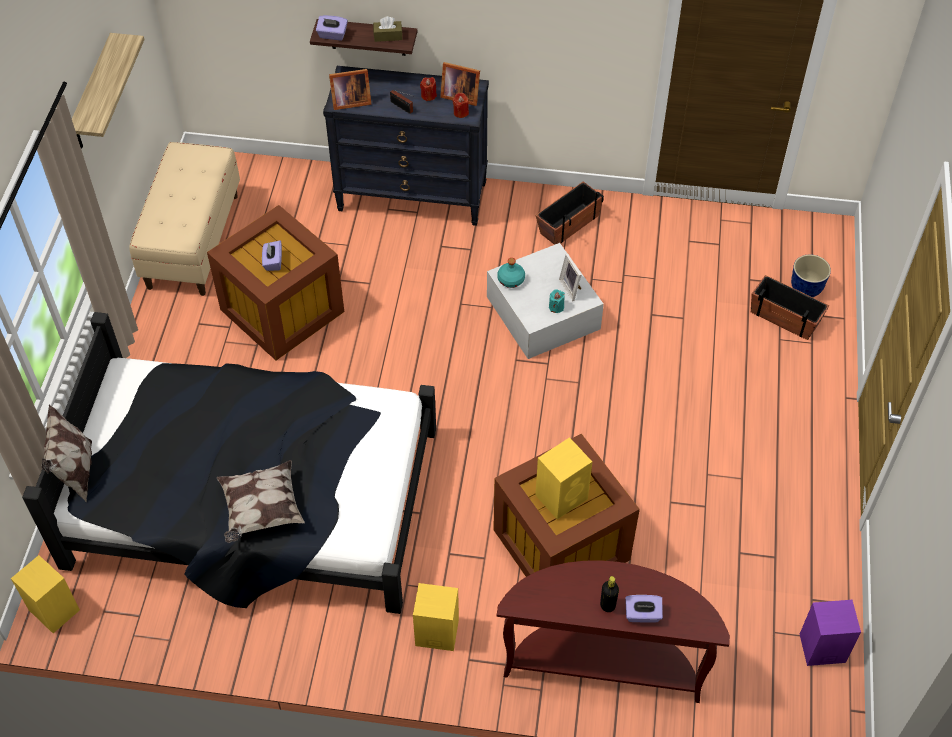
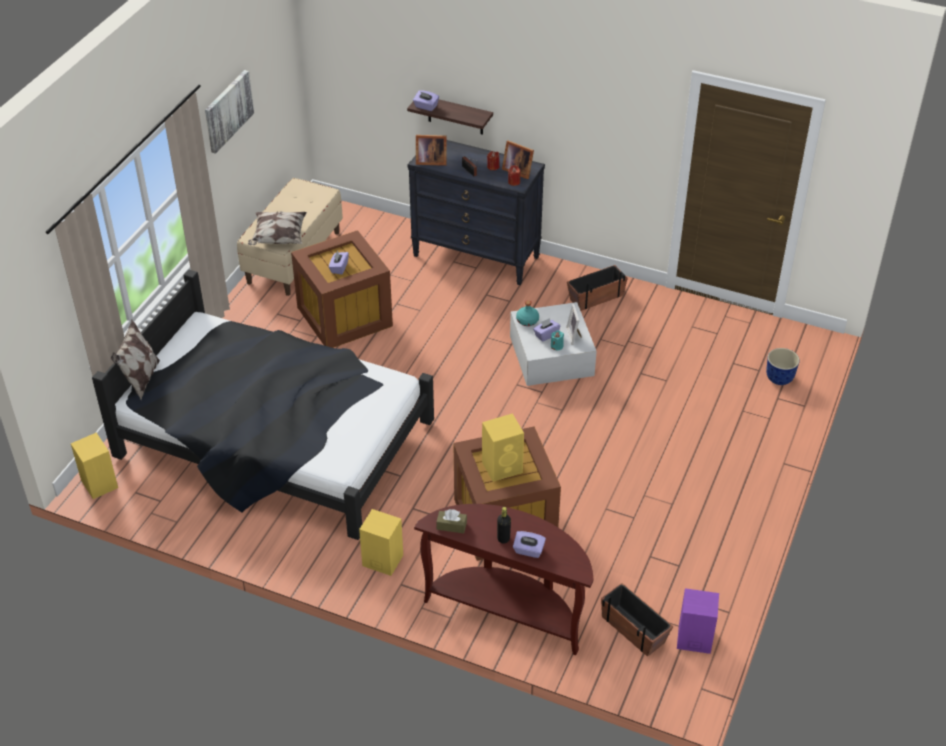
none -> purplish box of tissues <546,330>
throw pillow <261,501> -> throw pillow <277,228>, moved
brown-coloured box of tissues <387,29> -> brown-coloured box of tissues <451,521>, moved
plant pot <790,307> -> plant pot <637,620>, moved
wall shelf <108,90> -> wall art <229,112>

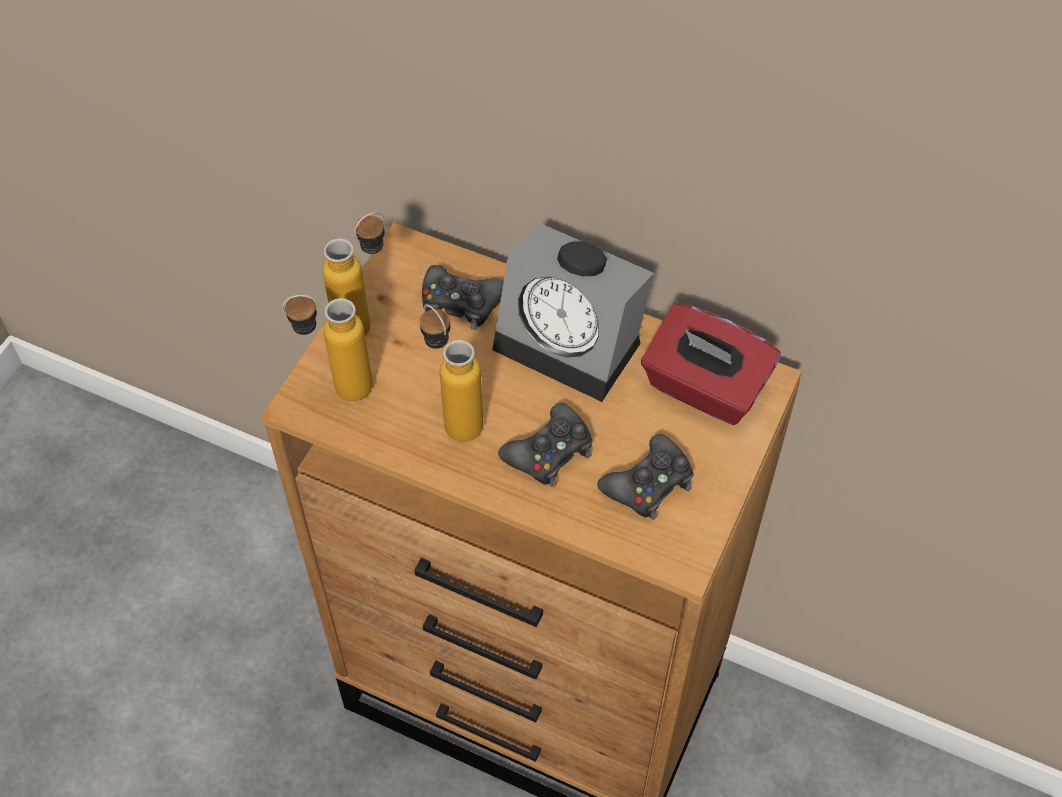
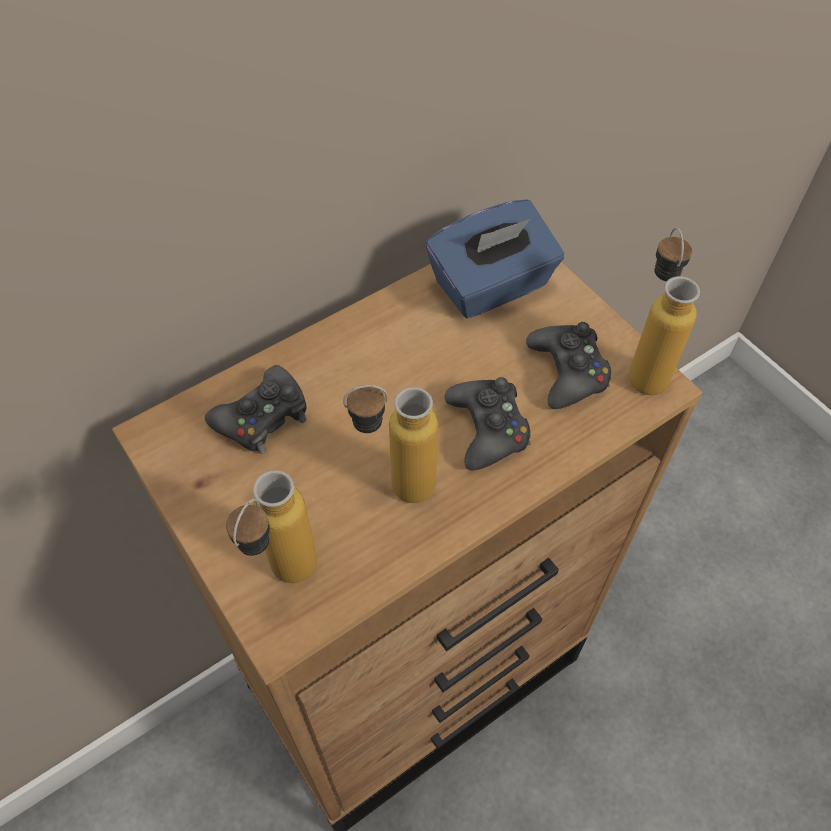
table clock <573,312> -> none
drink bottle <354,274> -> drink bottle <664,311>, moved
red-coloured box of tissues <711,364> -> bluish box of tissues <495,259>

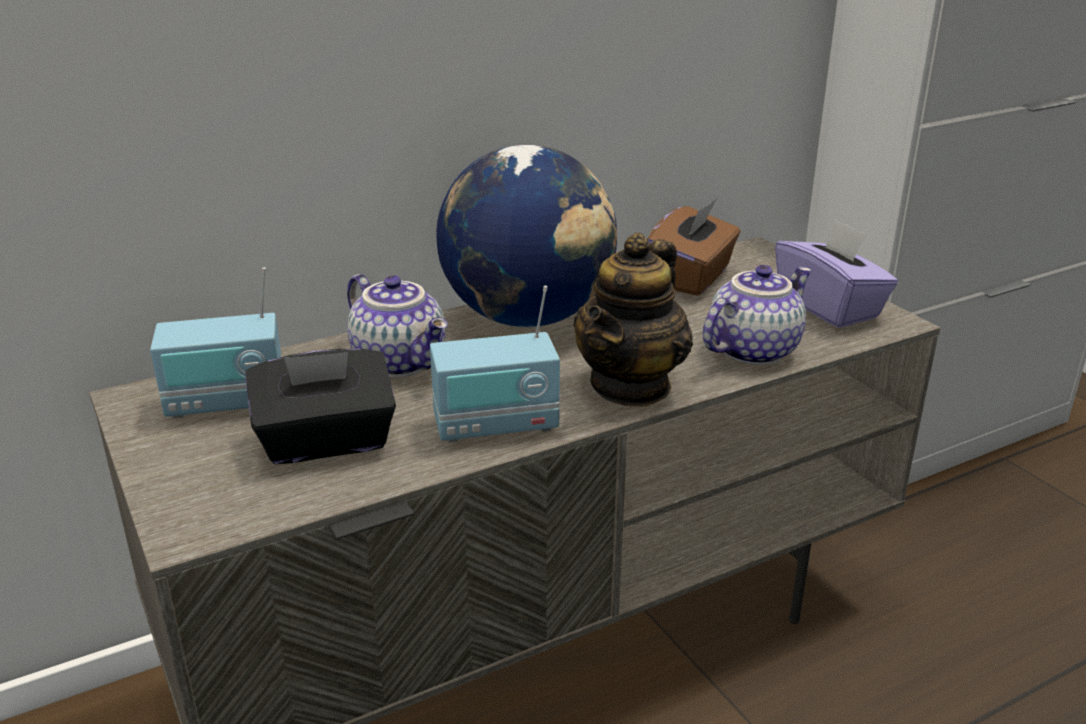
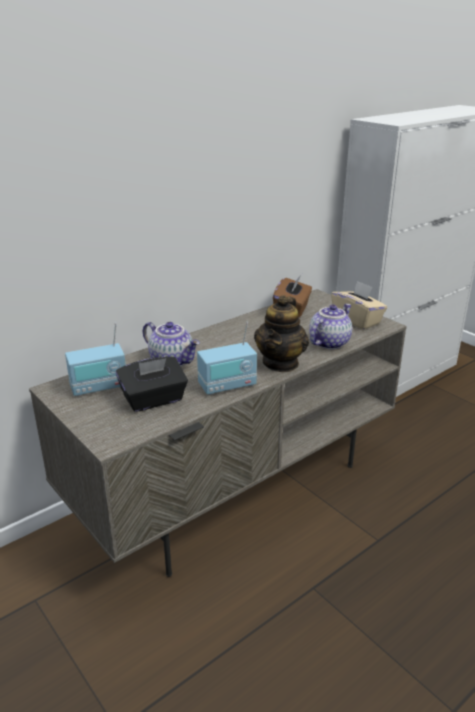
desk globe <526,236> -> none
purplish box of tissues <836,273> -> beige-coloured box of tissues <359,305>

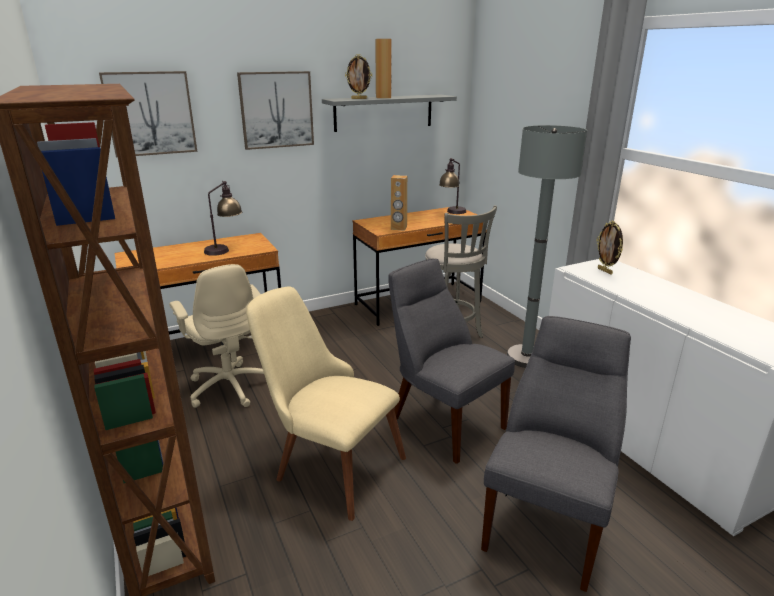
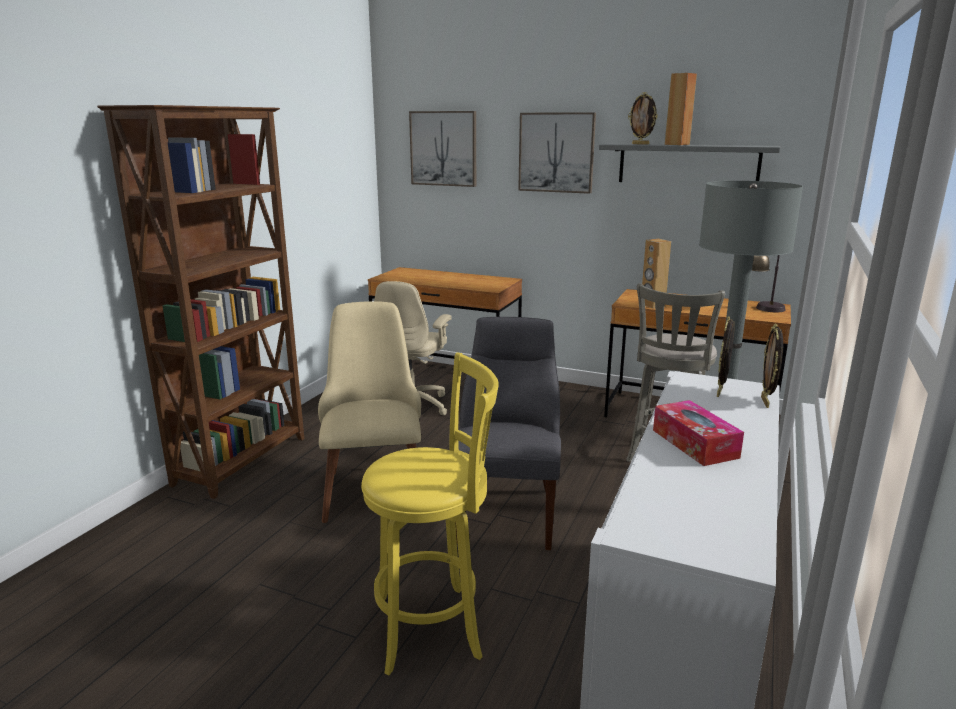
tabletop lamp <223,218> -> none
none -> box of tissues <698,433>
none -> photo frame <772,365>
grey upright chair <556,454> -> yellowish stool <430,514>

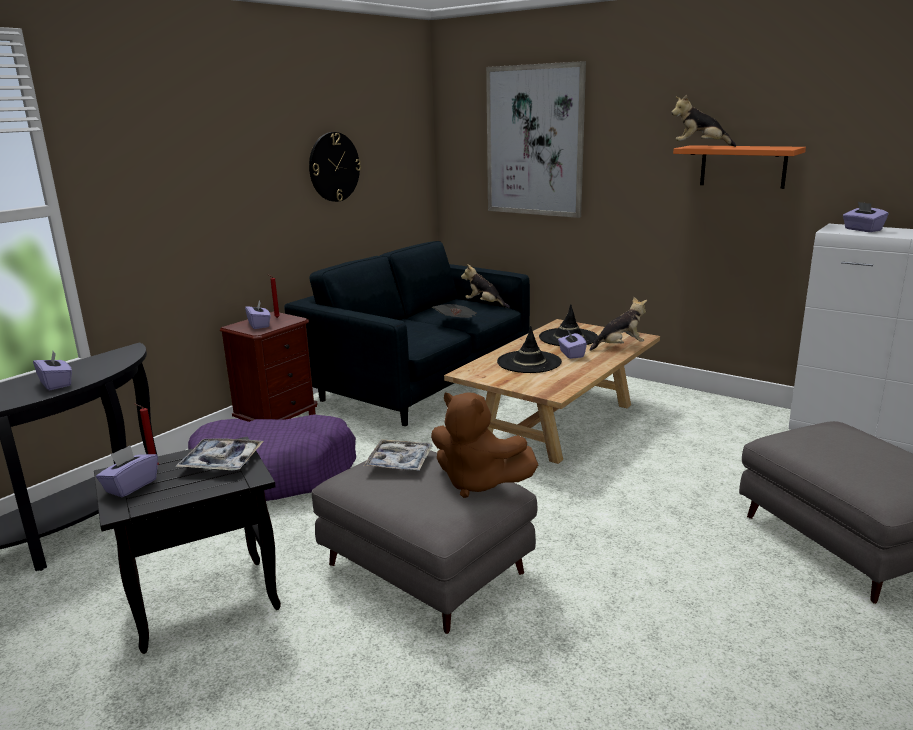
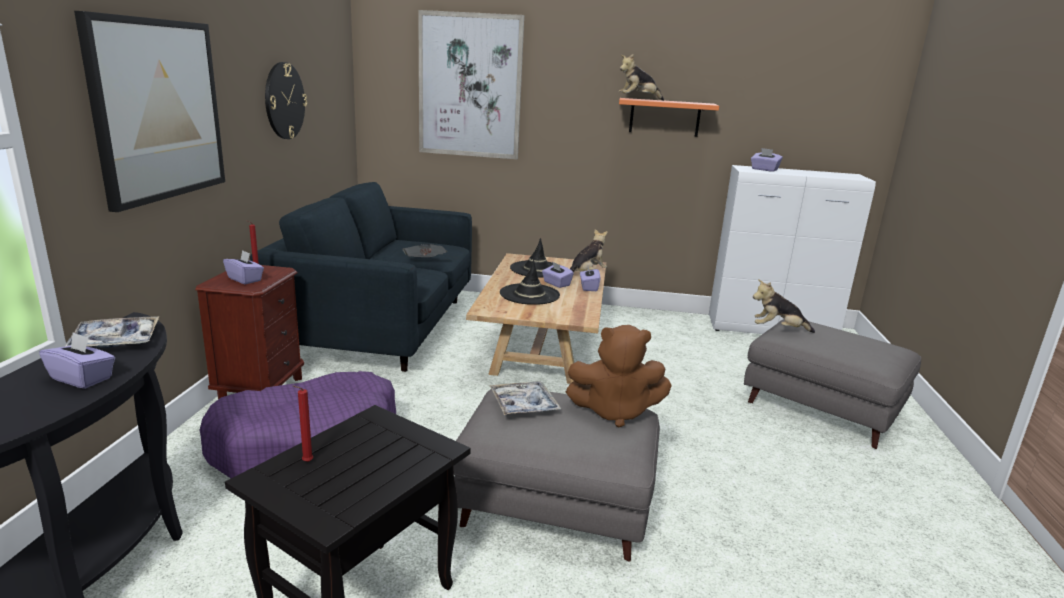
none -> wall art <149,111>
purplish box of tissues <127,471> -> purplish box of tissues <590,279>, moved
serving tray <219,454> -> serving tray <112,332>, moved
plush toy <485,286> -> plush toy <784,306>, moved

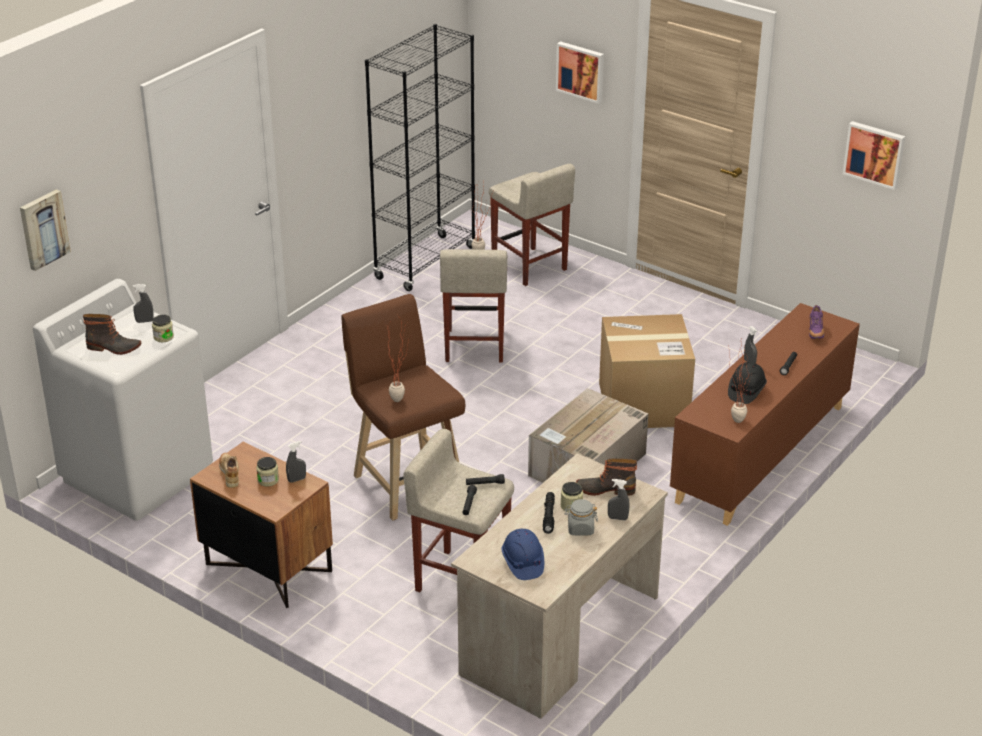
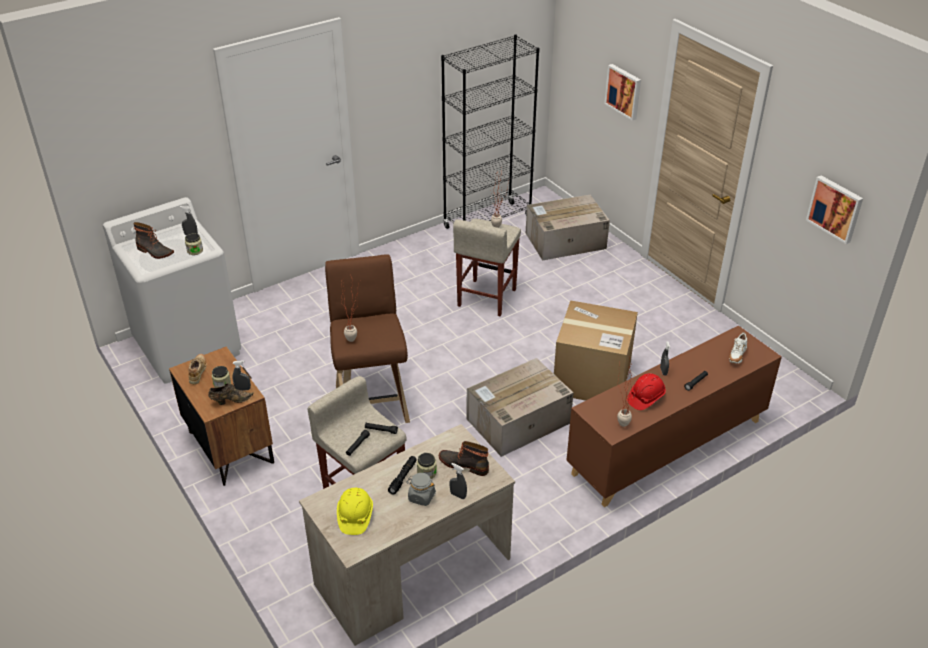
wall art <45,230> -> none
none -> brown-coloured item of footwear <231,394>
beige-coloured stool <532,225> -> packing box <568,227>
bluish hard hat <522,554> -> yellowish hard hat <355,511>
black hard hat <747,383> -> red-coloured hard hat <646,391>
purplish item of footwear <816,322> -> whitish item of footwear <738,348>

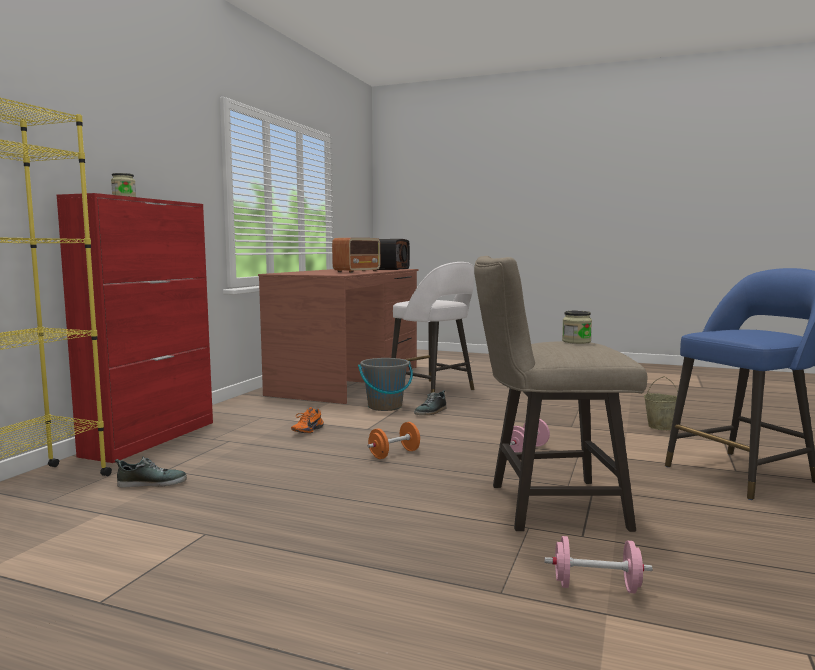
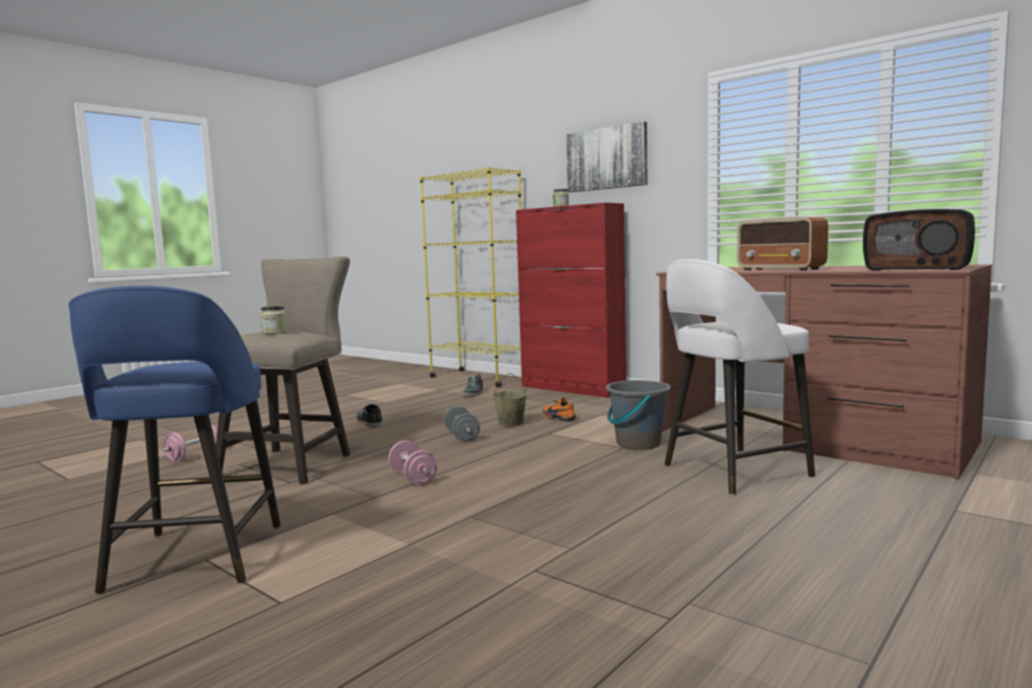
none -> wall art <606,156>
item of footwear <430,402> -> item of footwear <370,416>, moved
beige-coloured bucket <661,403> -> beige-coloured bucket <510,400>, moved
orange dumbbell <394,440> -> grey dumbbell <462,424>

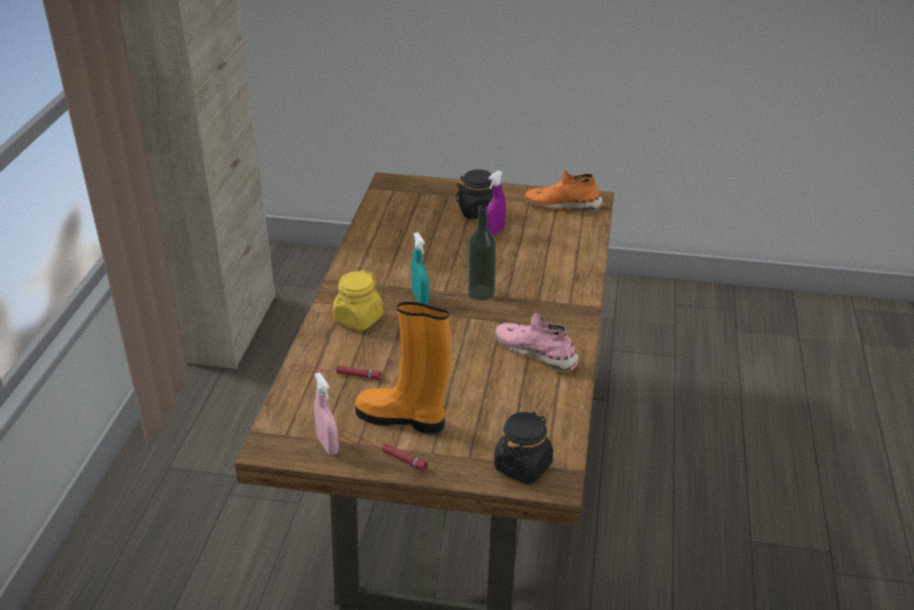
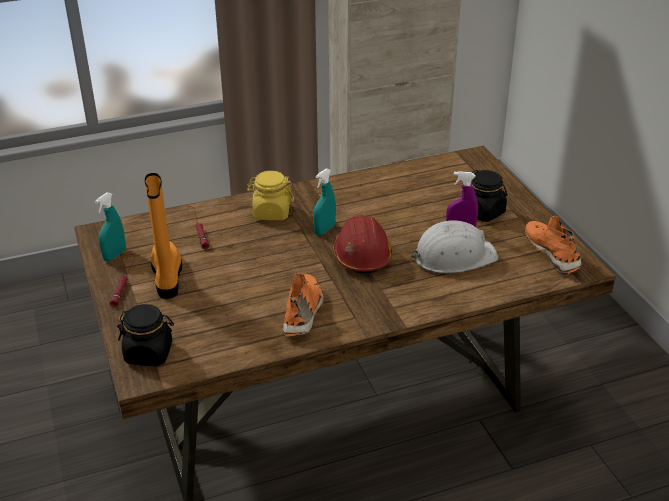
none -> whitish hard hat <455,246>
drink bottle <482,252> -> red-coloured hard hat <362,244>
pink sprayer <326,414> -> blue-green sprayer <110,226>
pink item of footwear <537,342> -> orange item of footwear <303,304>

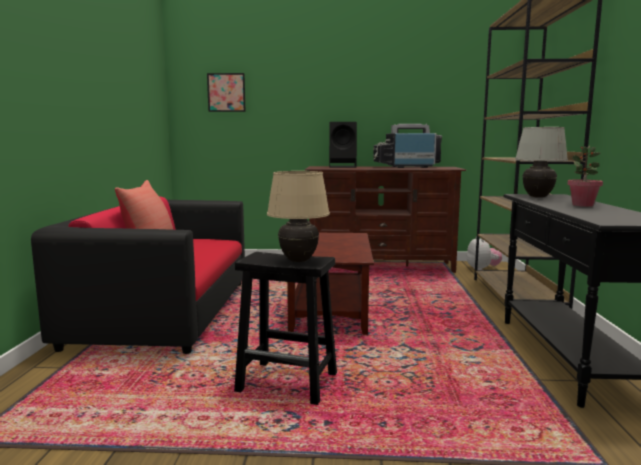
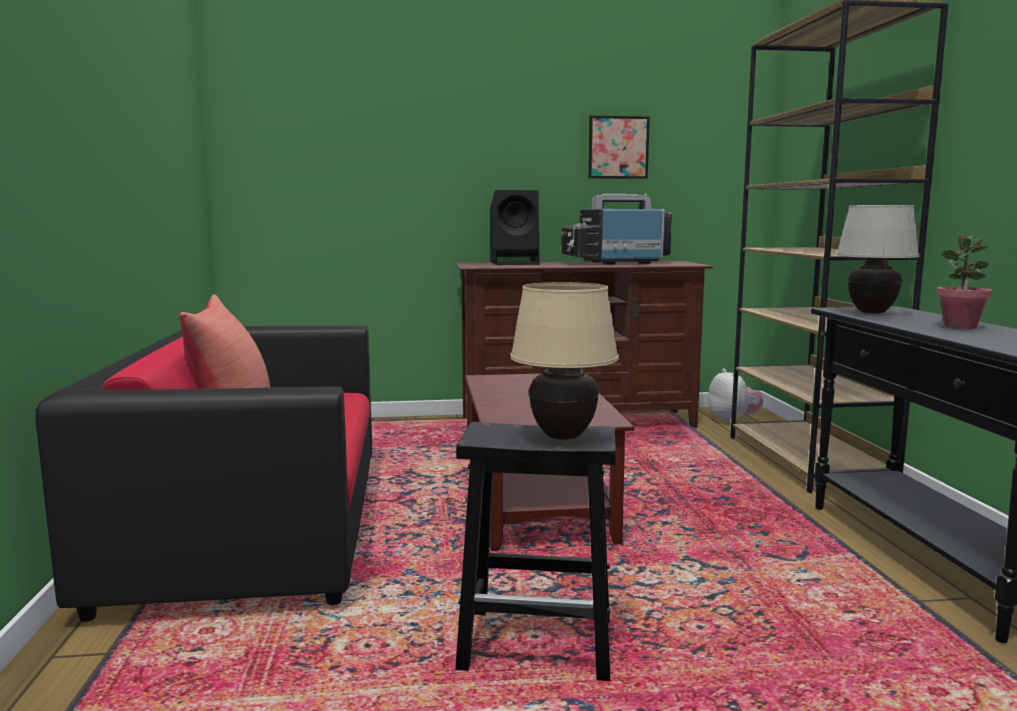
wall art <226,92> -> wall art <619,147>, moved

